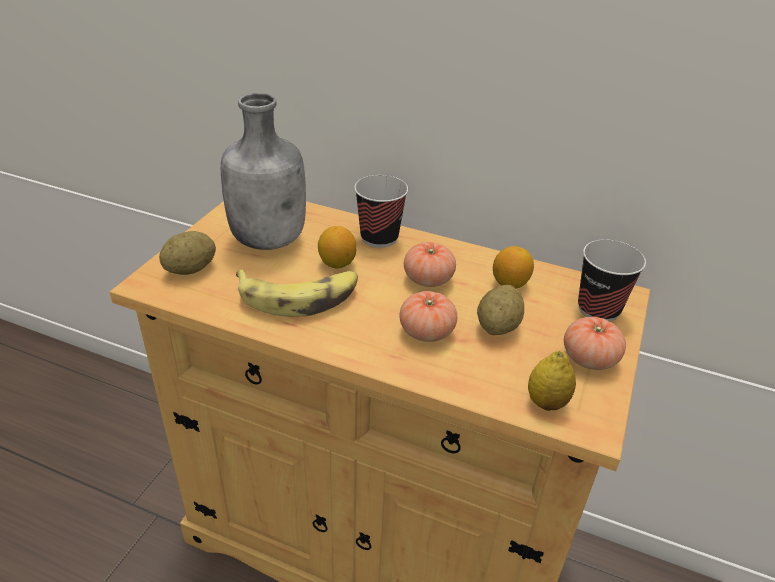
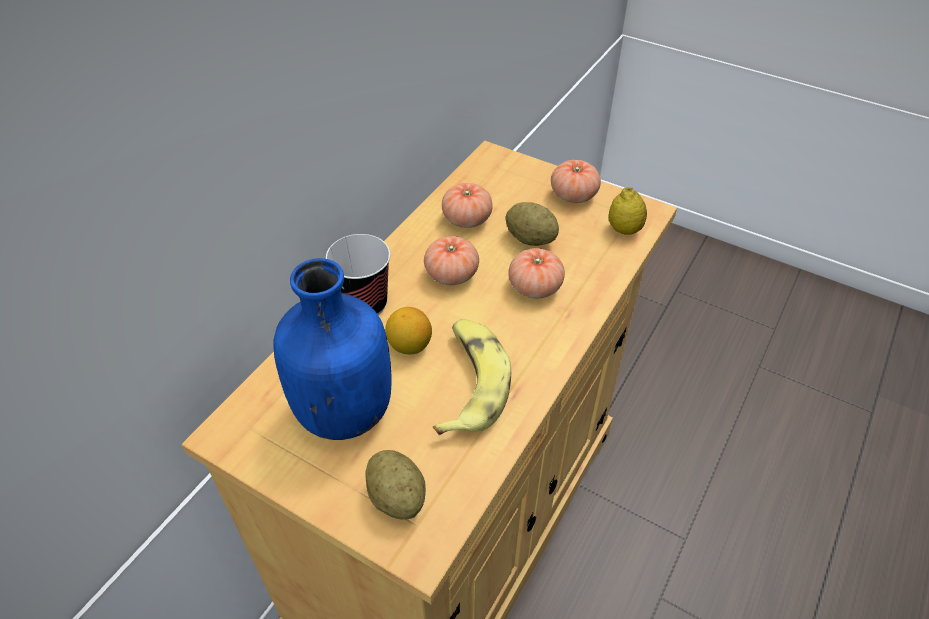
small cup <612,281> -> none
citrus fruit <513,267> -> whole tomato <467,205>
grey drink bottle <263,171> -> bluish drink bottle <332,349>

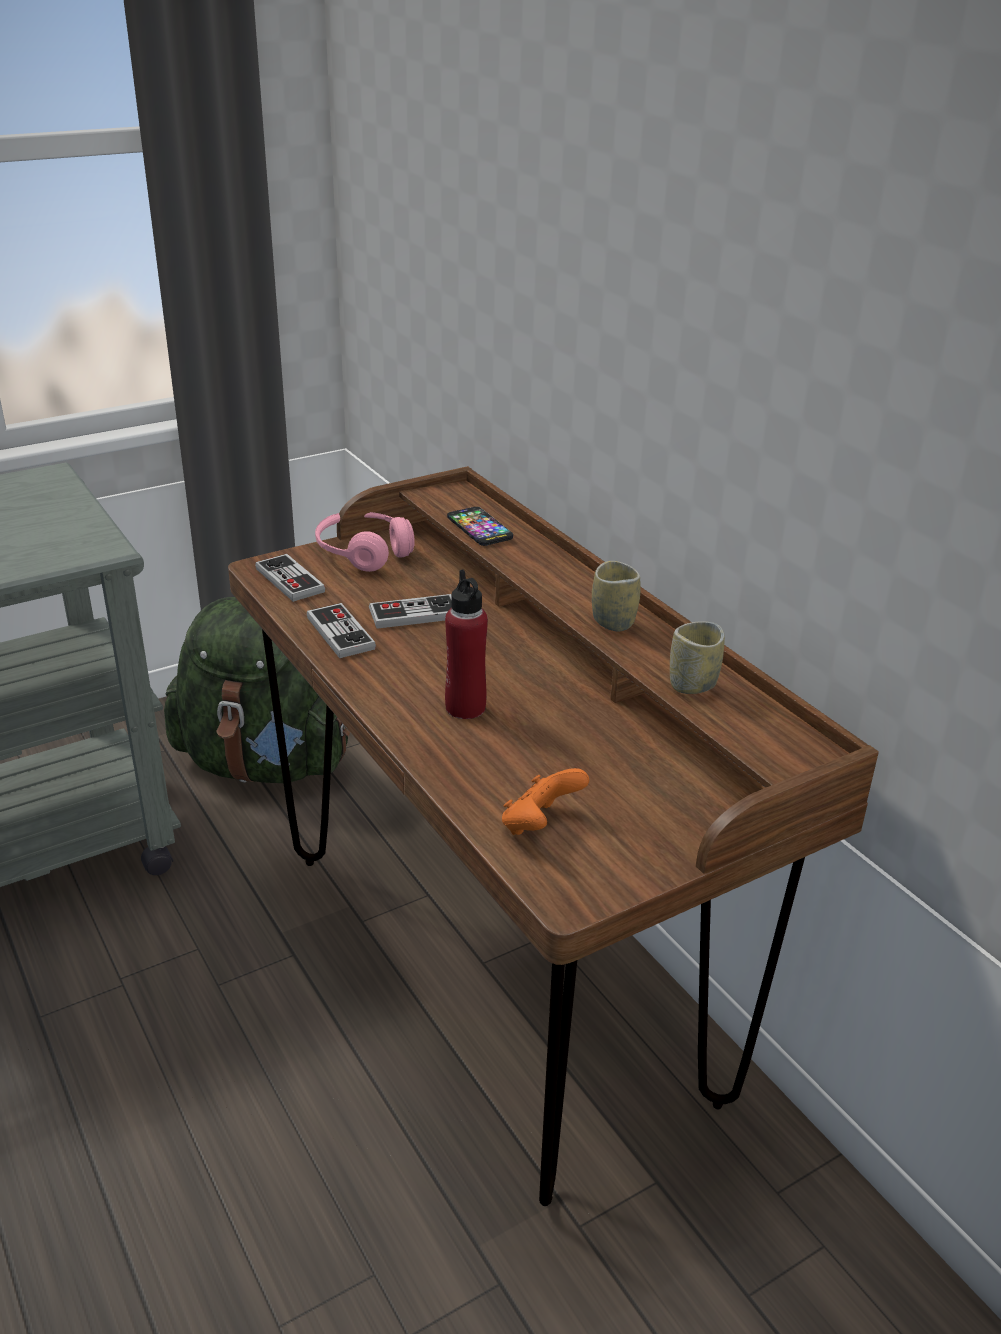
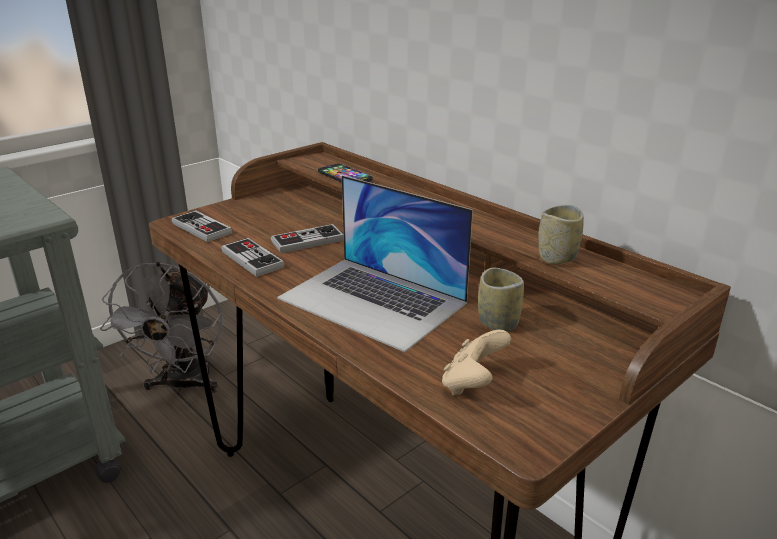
pink headphones <365,542> -> none
small cup <616,596> -> small cup <501,300>, moved
green-coloured knapsack <257,690> -> grey cooling fan <161,328>
red-coloured drink bottle <466,644> -> notebook computer <375,263>
orange joypad <545,801> -> beige-coloured joypad <476,363>

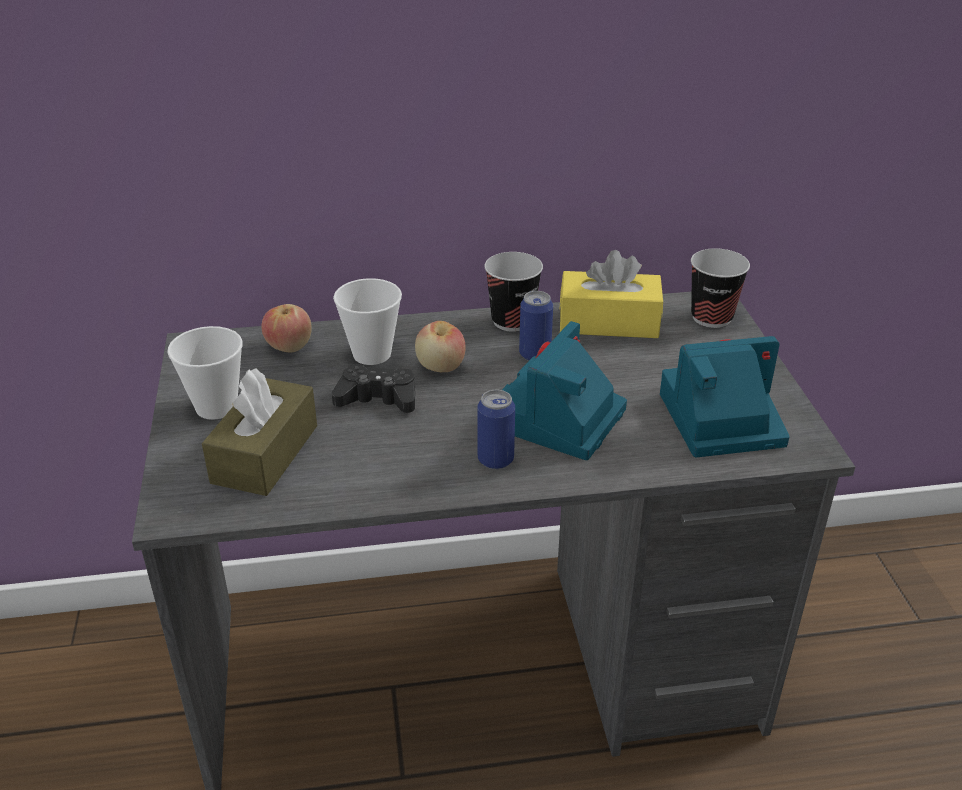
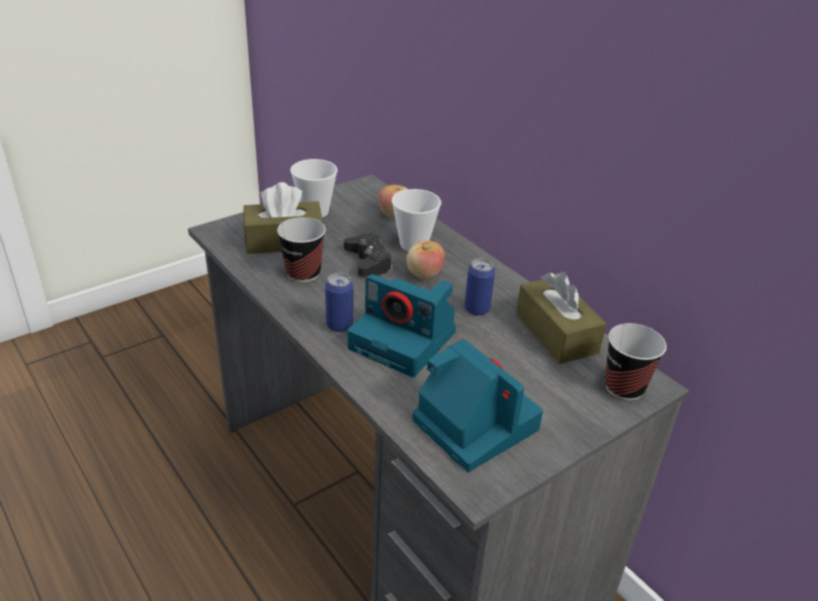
small cup <513,292> -> small cup <301,250>, moved
yellowish box of tissues <611,294> -> brown-coloured box of tissues <561,317>
photo camera <564,390> -> photo camera <402,325>, 150 degrees counterclockwise

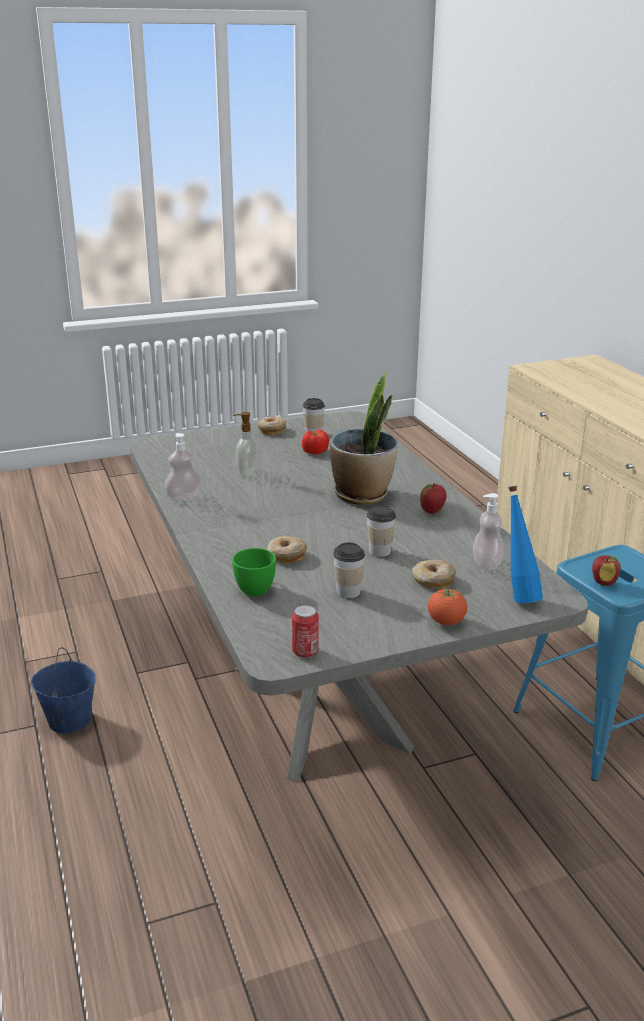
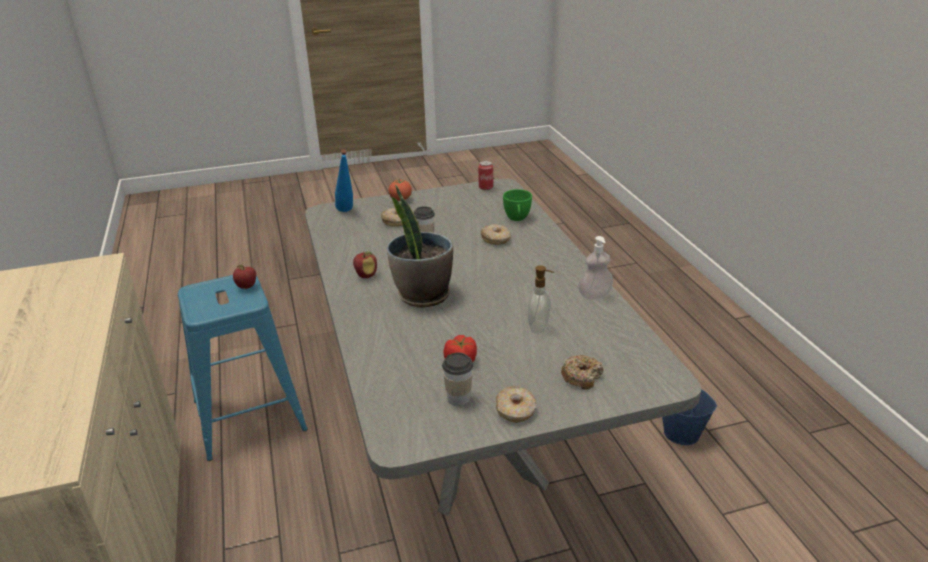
small cup <349,570> -> none
soap dispenser <488,532> -> none
none -> donut <582,372>

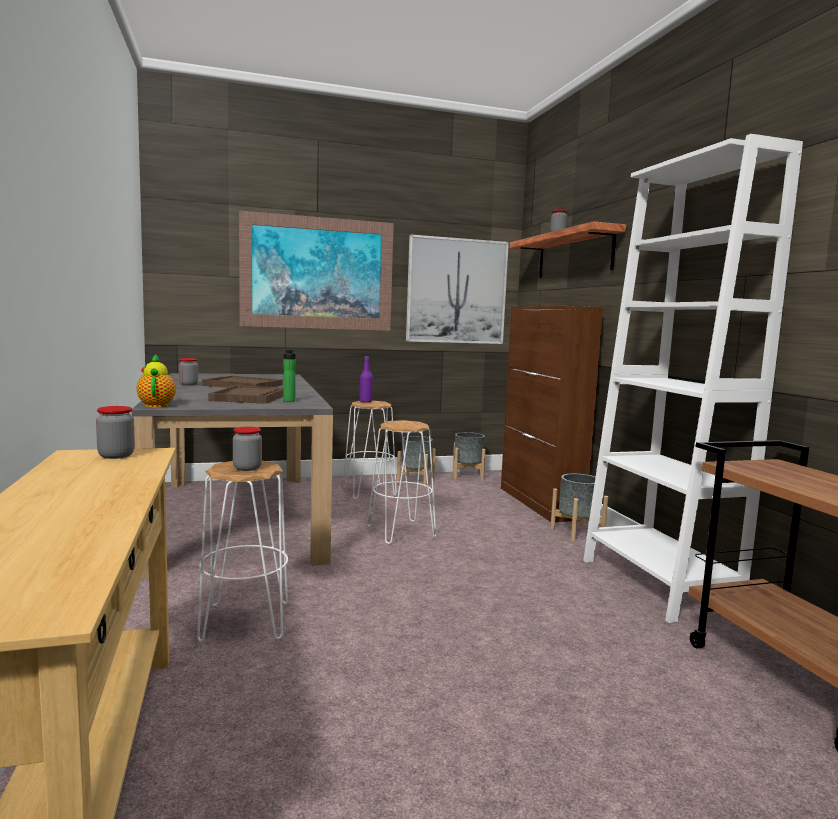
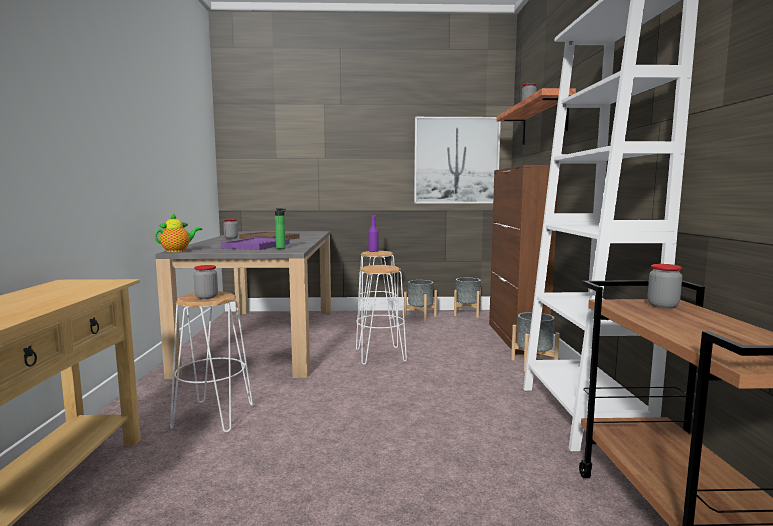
wall art <316,271> -> none
storage jar <115,432> -> storage jar <664,286>, moved
brown-coloured serving tray <245,394> -> purplish serving tray <255,244>
tea pot <156,381> -> tea pot <178,233>, 45 degrees clockwise

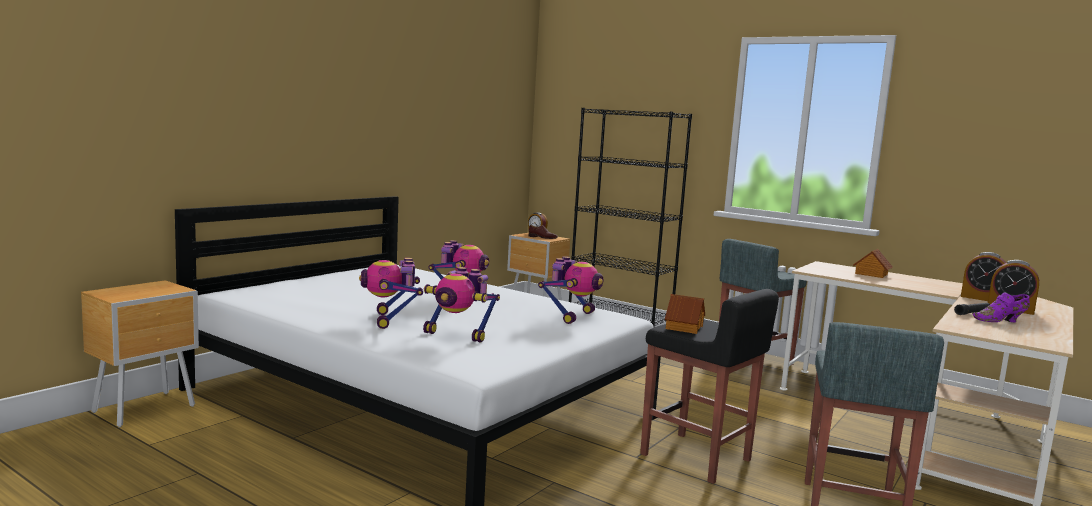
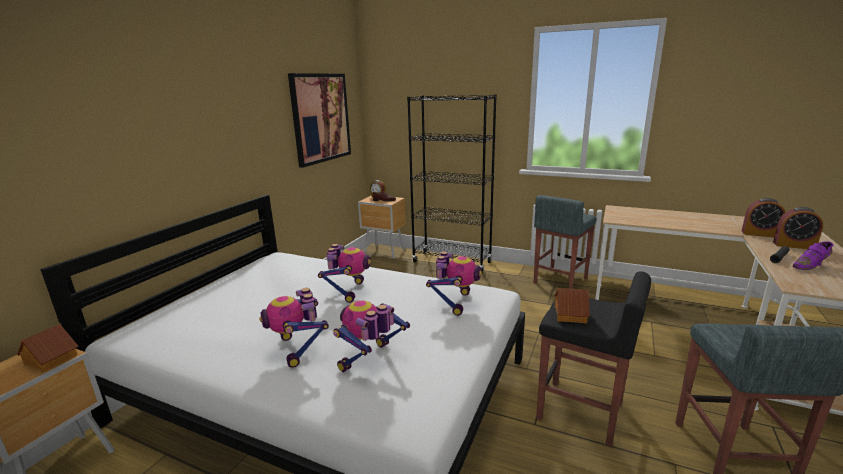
none -> wall art <319,120>
miniature house <873,263> -> miniature house <47,347>, moved
robot figure <461,305> -> robot figure <371,336>, 120 degrees clockwise

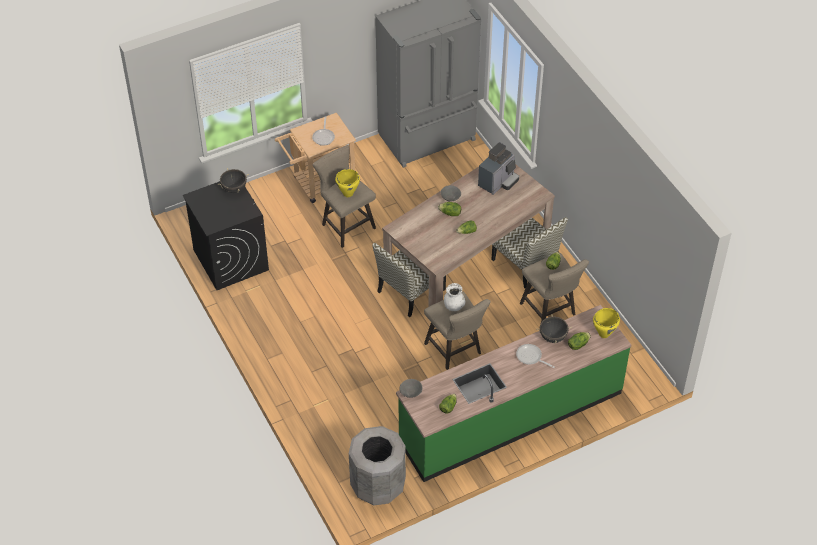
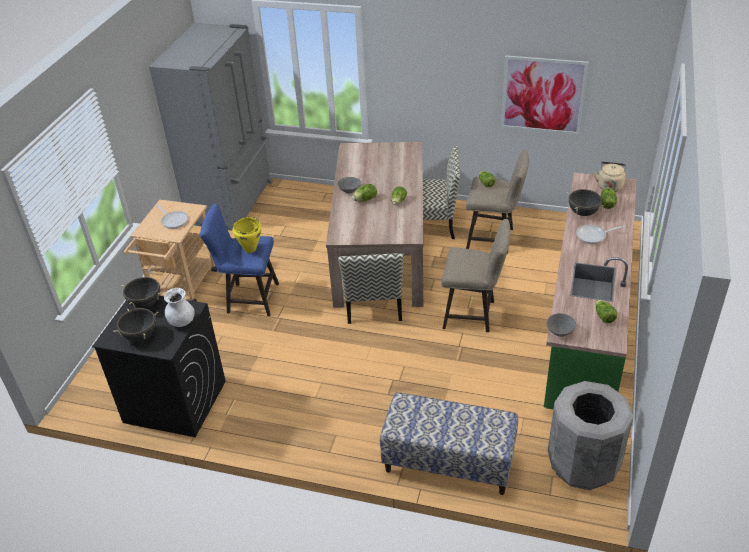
coffee machine <498,168> -> none
none -> black saucepot <136,325>
none -> indoor bench <449,443>
none -> wall art <545,95>
whitish decorative vase <455,297> -> whitish decorative vase <179,307>, moved
yellowish saucepot <606,323> -> beige-coloured water kettle <609,177>
beige-coloured stool <344,196> -> bluish stool <239,259>

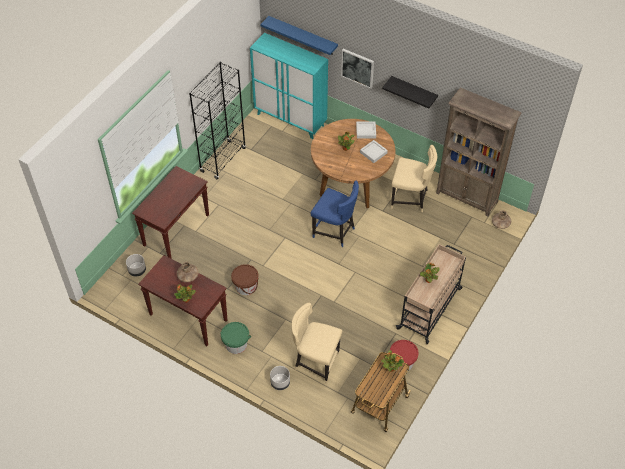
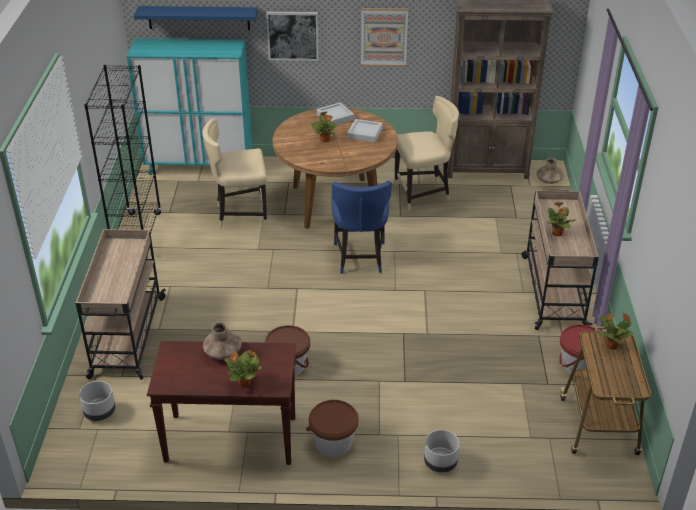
beige-coloured upright chair <317,343> -> beige-coloured upright chair <234,173>, moved
brown-coloured console table <170,212> -> beige-coloured wheeled cart <120,304>
black wall shelf <410,92> -> wall art <384,37>
green-coloured bucket <235,338> -> brown-coloured bucket <332,428>
bluish upright chair <335,214> -> bluish upright chair <362,227>, 90 degrees clockwise

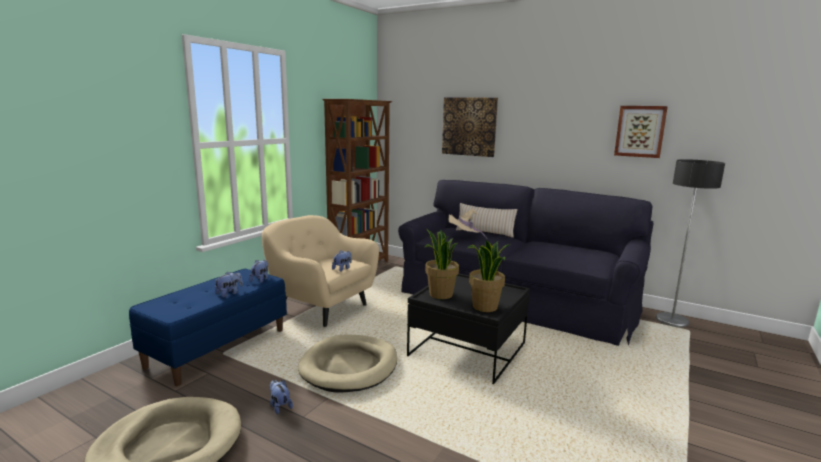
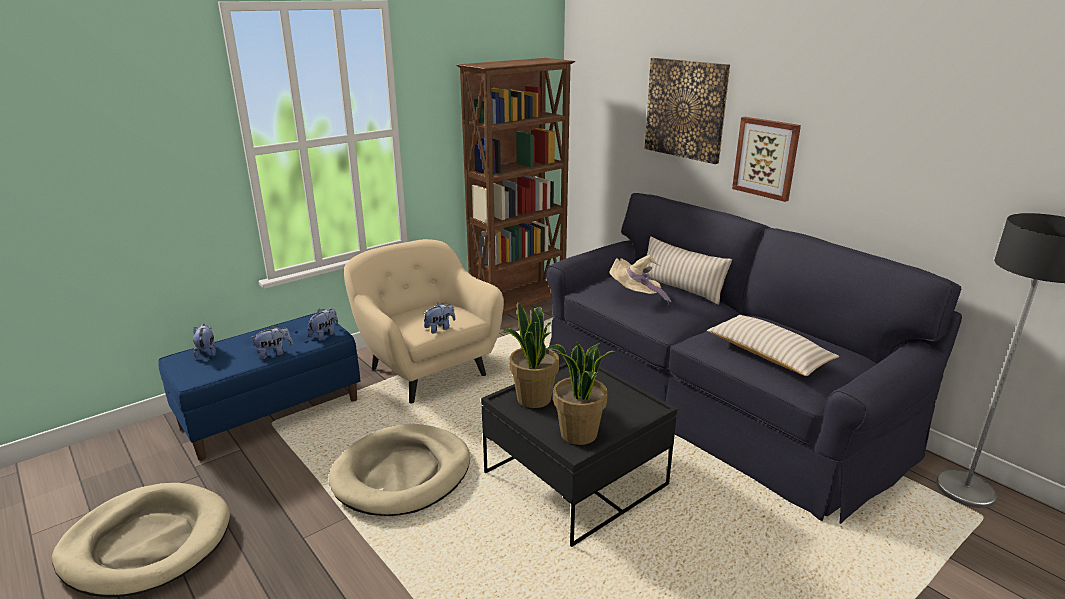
none -> beige-coloured throw pillow <773,345>
plush toy <281,397> -> plush toy <204,341>, moved
wall art <641,132> -> wall art <766,159>, moved

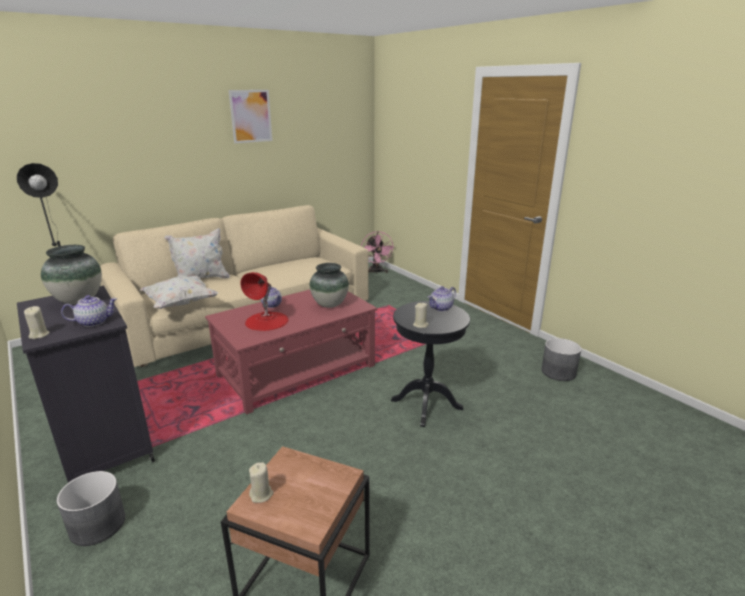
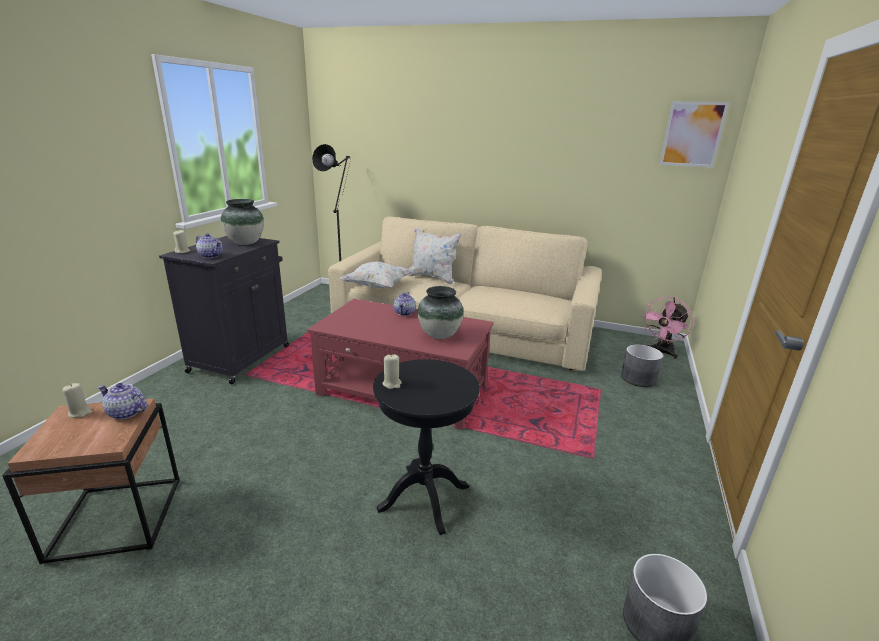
red-coloured tabletop lamp <264,301> -> none
grey plant pot <91,508> -> grey plant pot <642,365>, moved
wall art <250,116> -> wall art <694,134>, moved
tea pot <442,298> -> tea pot <122,401>, moved

